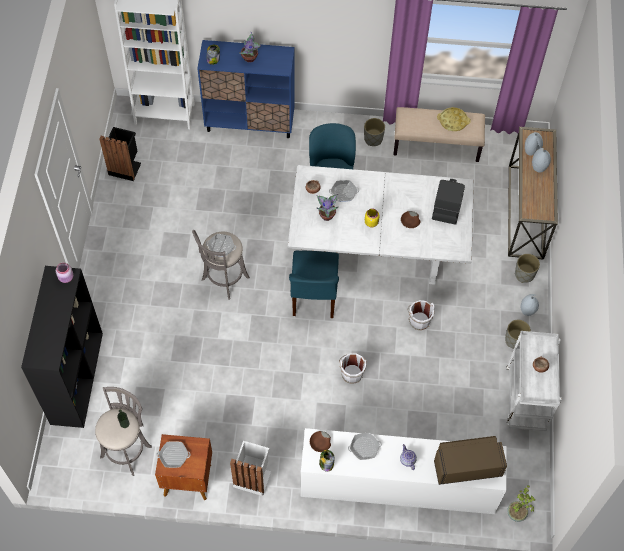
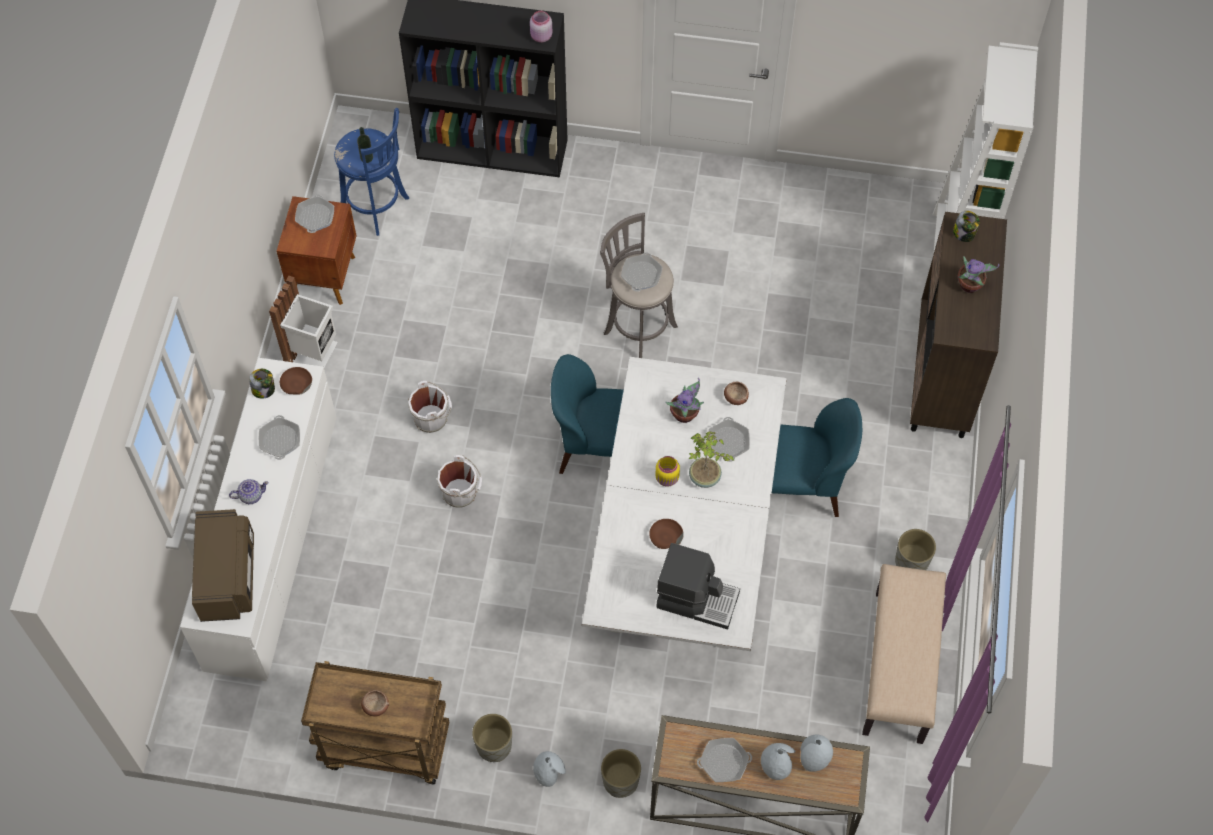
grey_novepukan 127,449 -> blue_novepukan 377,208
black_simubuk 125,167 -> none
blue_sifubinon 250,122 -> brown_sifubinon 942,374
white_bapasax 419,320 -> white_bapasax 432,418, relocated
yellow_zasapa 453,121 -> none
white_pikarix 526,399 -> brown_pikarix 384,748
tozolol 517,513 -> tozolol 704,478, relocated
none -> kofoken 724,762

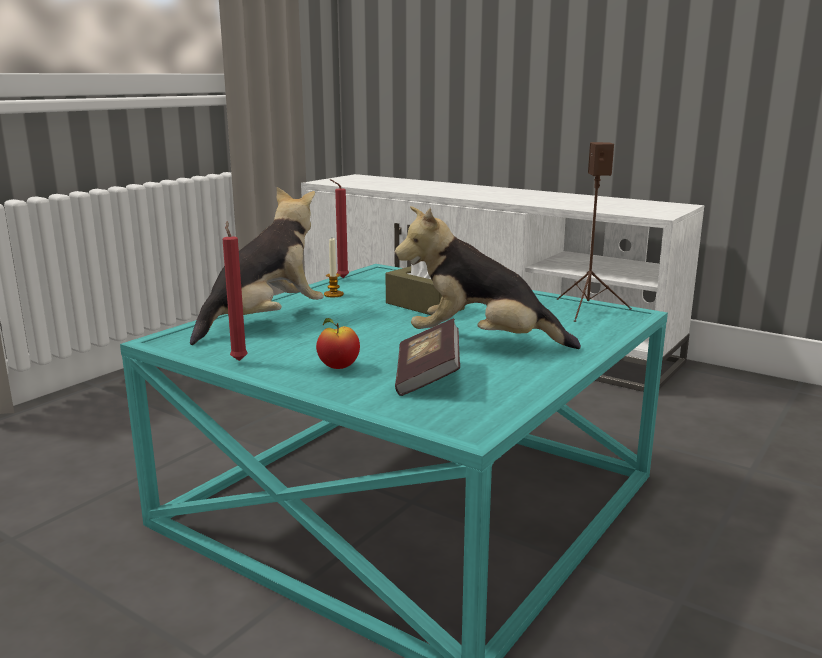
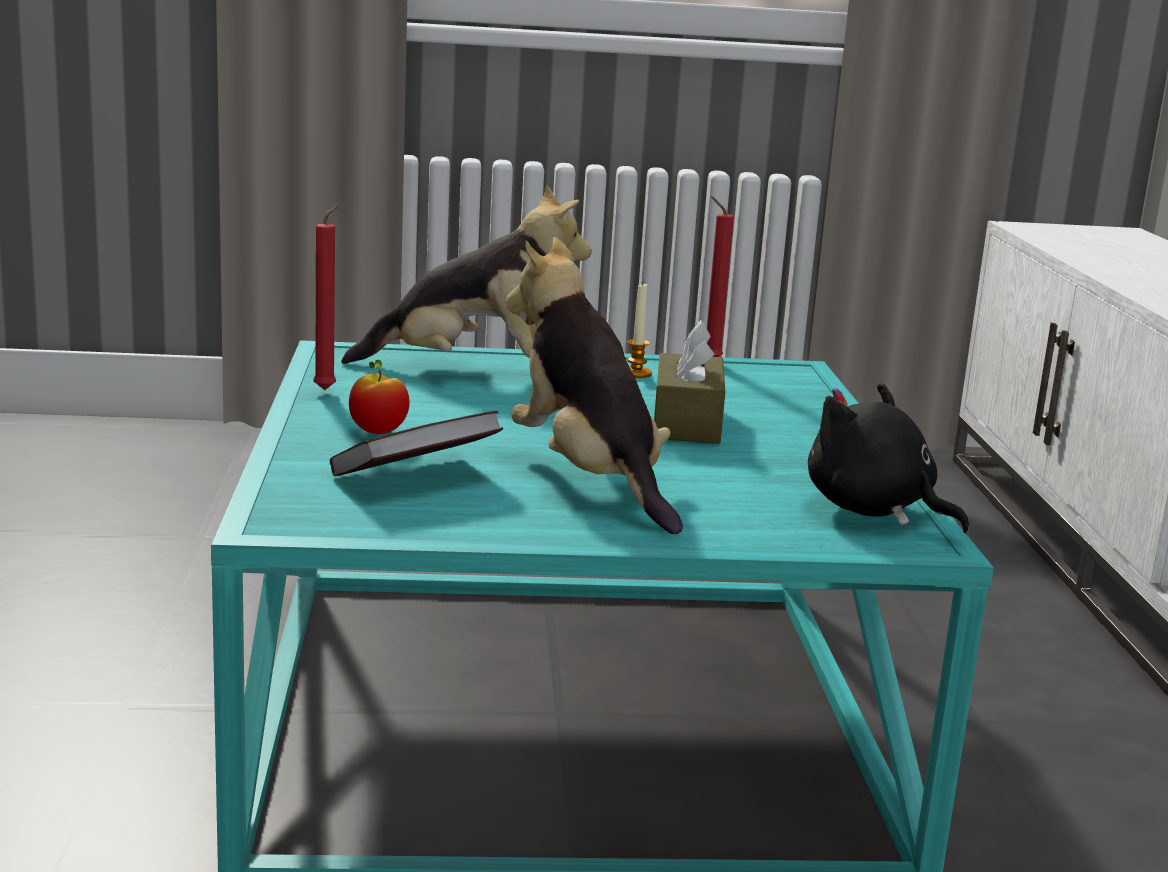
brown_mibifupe 587,310 -> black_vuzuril 873,510

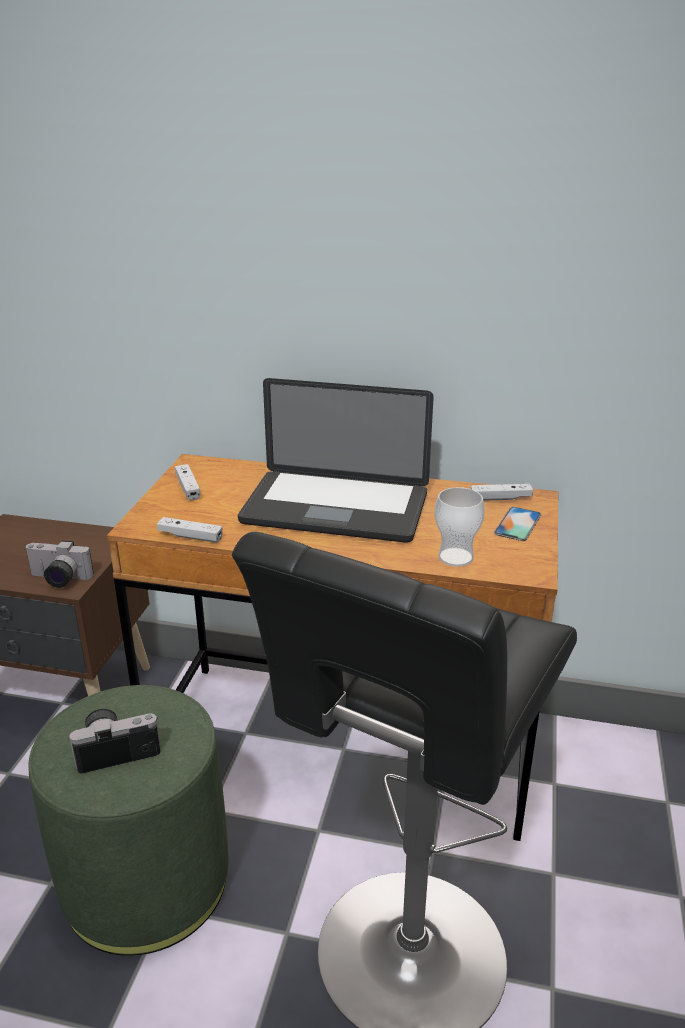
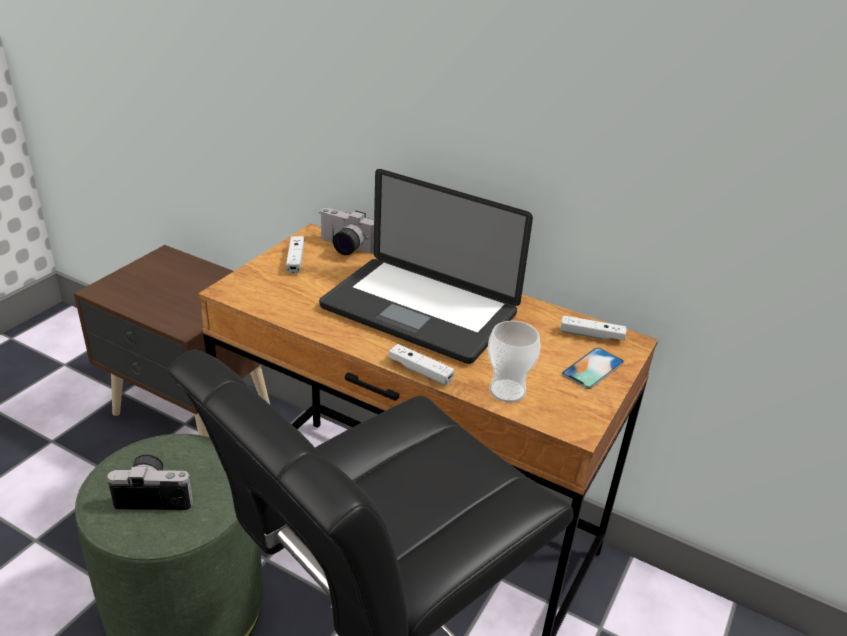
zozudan 58,579 -> zozudan 344,248, relocated
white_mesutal 190,536 -> white_mesutal 420,371, relocated

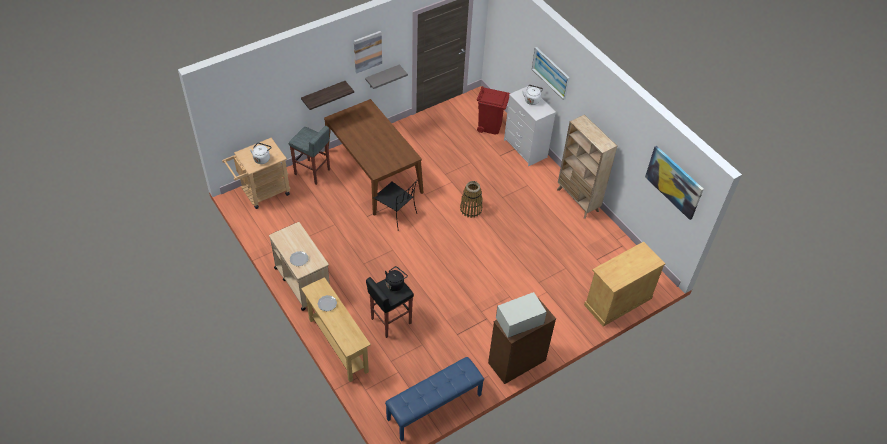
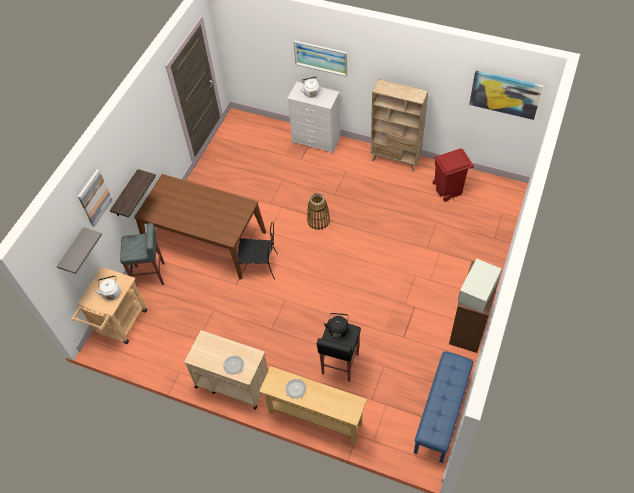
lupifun 367,51 -> lupifun 94,198, relocated
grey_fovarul 382,76 -> grey_fovarul 73,251, relocated
red_simubuk 490,126 -> red_simubuk 448,189, relocated
beige_sifubinon 617,301 -> none

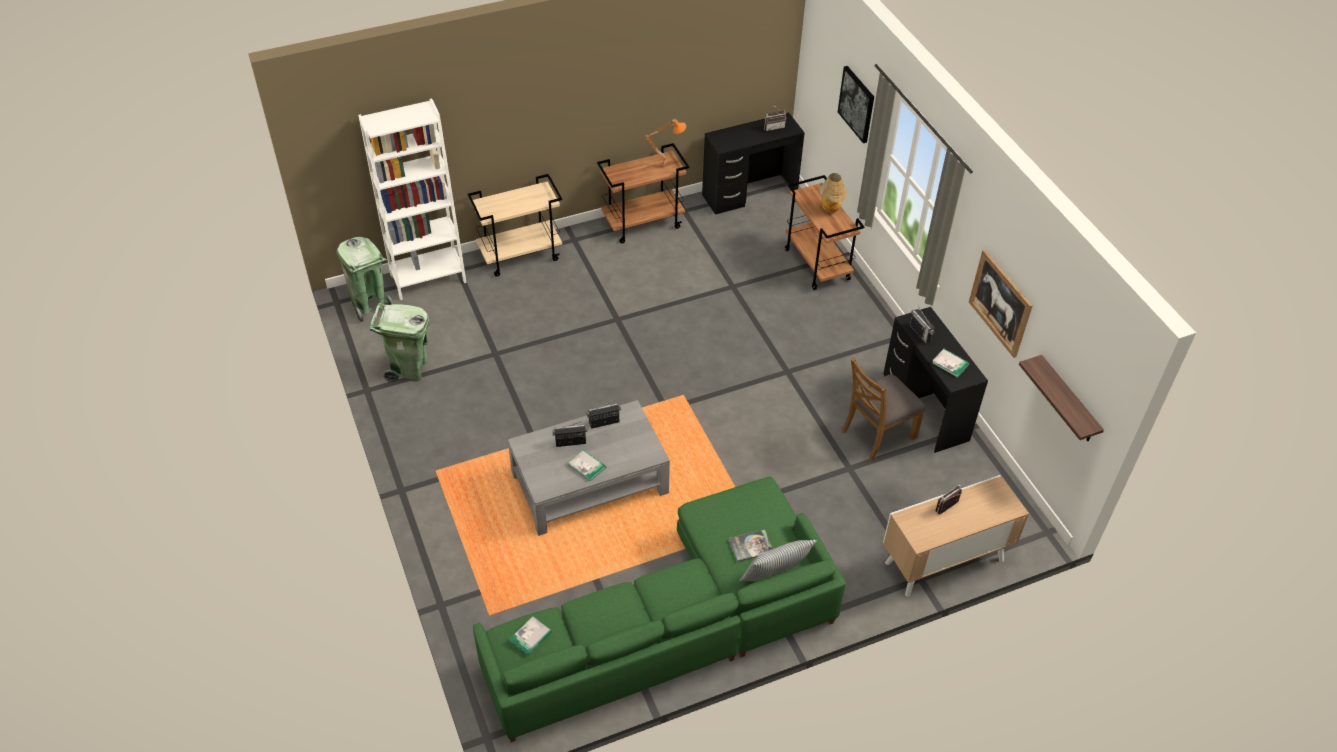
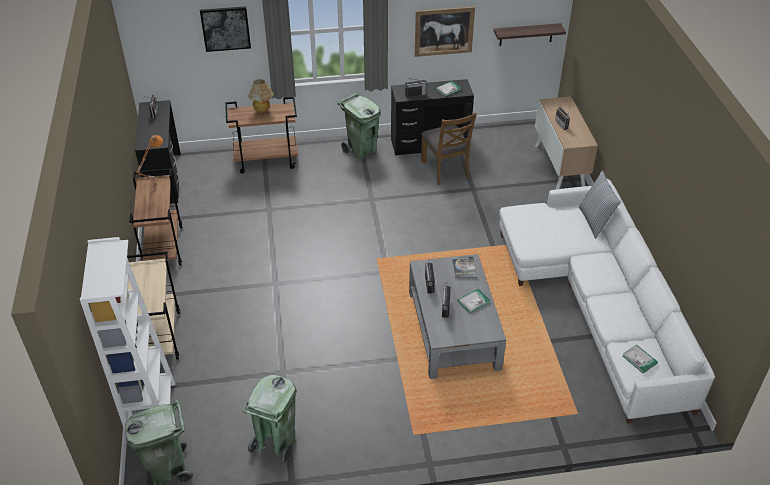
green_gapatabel 675,624 -> white_gapatabel 596,303
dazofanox 751,546 -> dazofanox 464,268, relocated
none -> green_simubuk 361,150

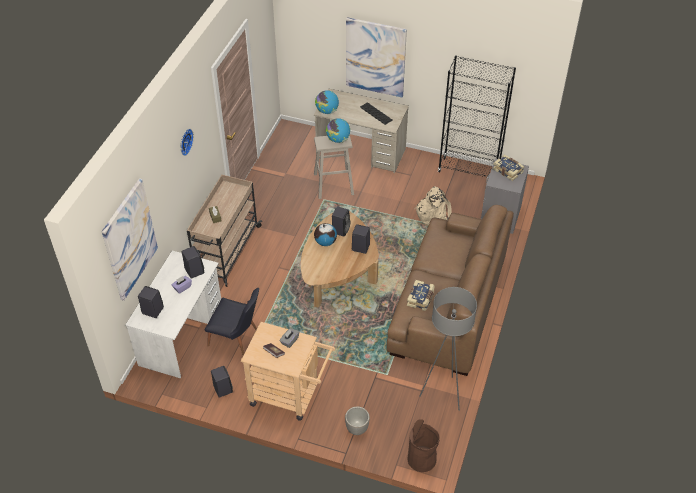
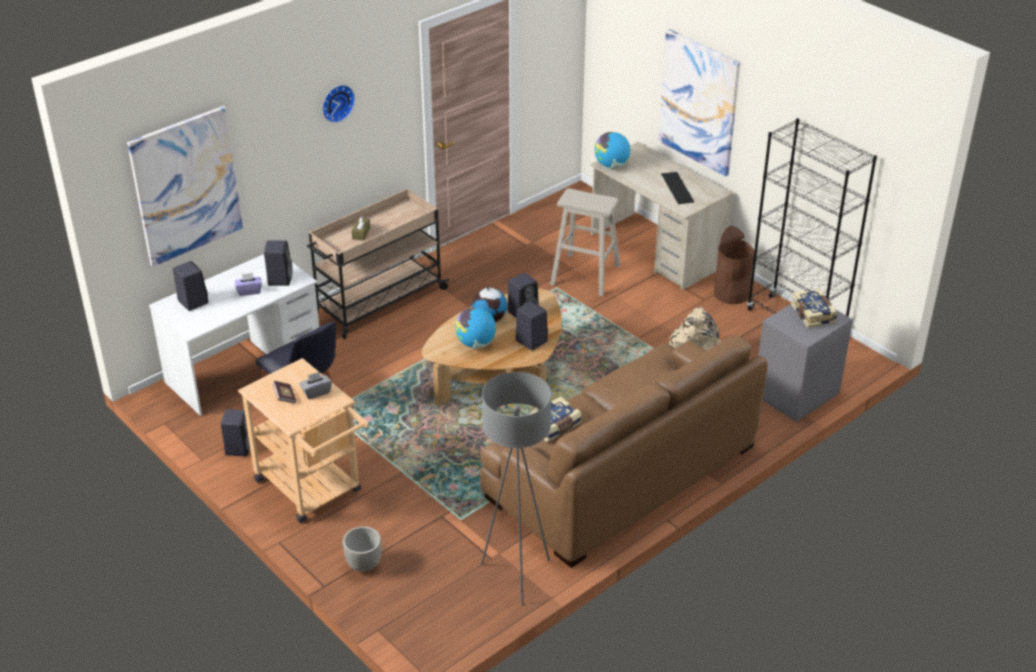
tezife 338,139 -> tezife 475,344, relocated
brown_simubuk 421,459 -> brown_simubuk 731,293, relocated

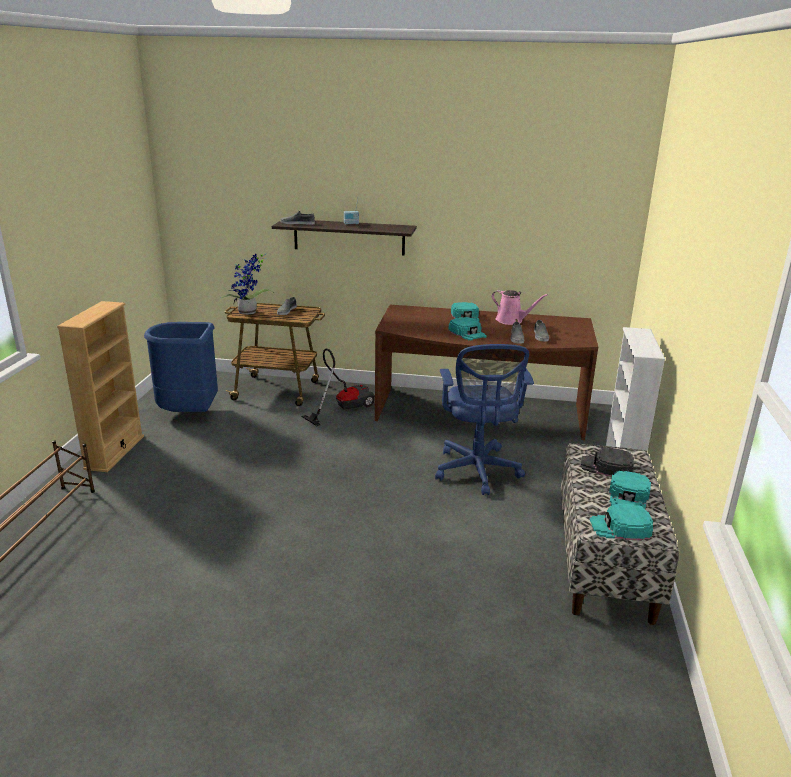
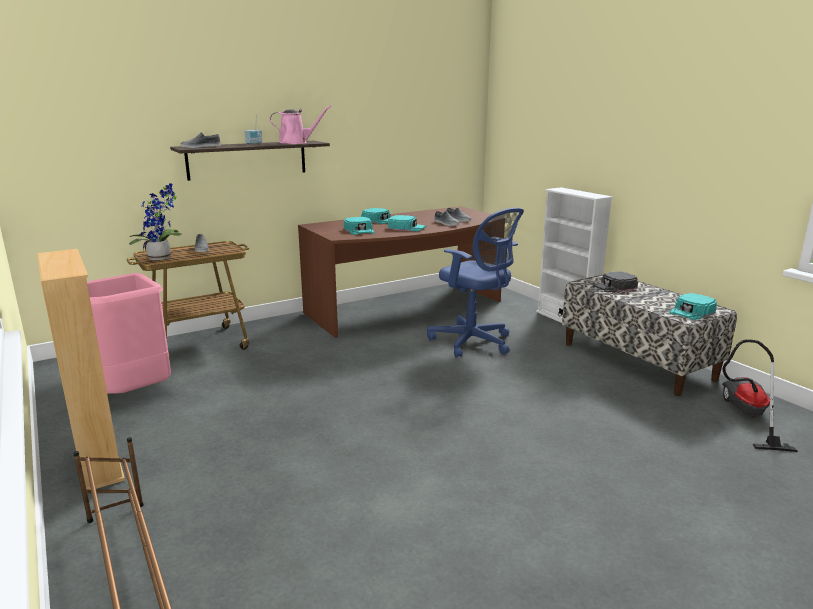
blue_simubuk 189,414 -> pink_simubuk 132,393
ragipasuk 343,408 -> ragipasuk 746,416, relocated
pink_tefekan 511,321 -> pink_tefekan 296,142, relocated
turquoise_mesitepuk 628,496 -> turquoise_mesitepuk 359,230, relocated

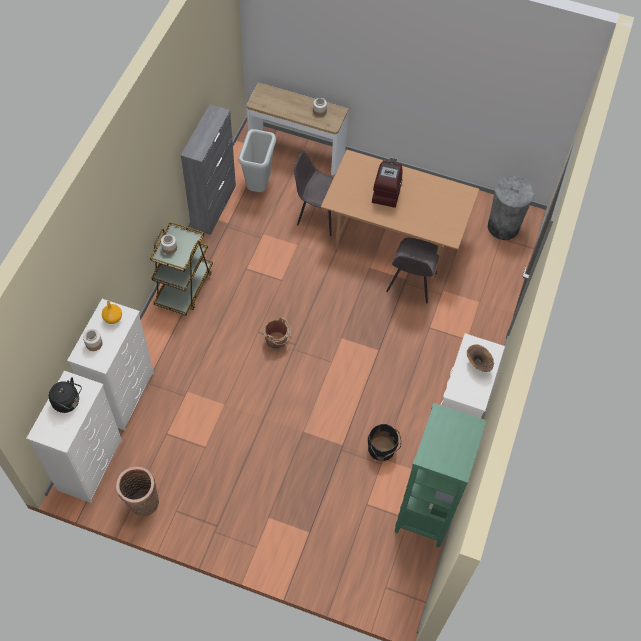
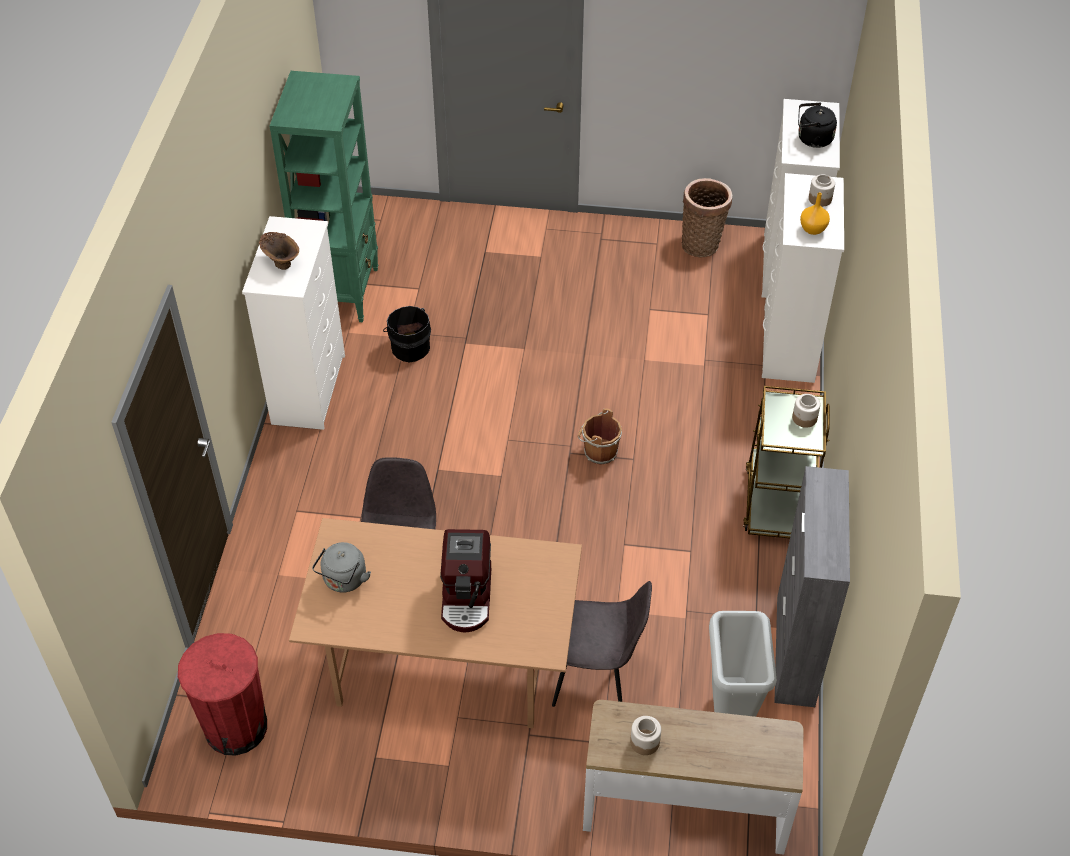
grey_simubuk 503,227 -> red_simubuk 235,727
none -> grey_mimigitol 344,581

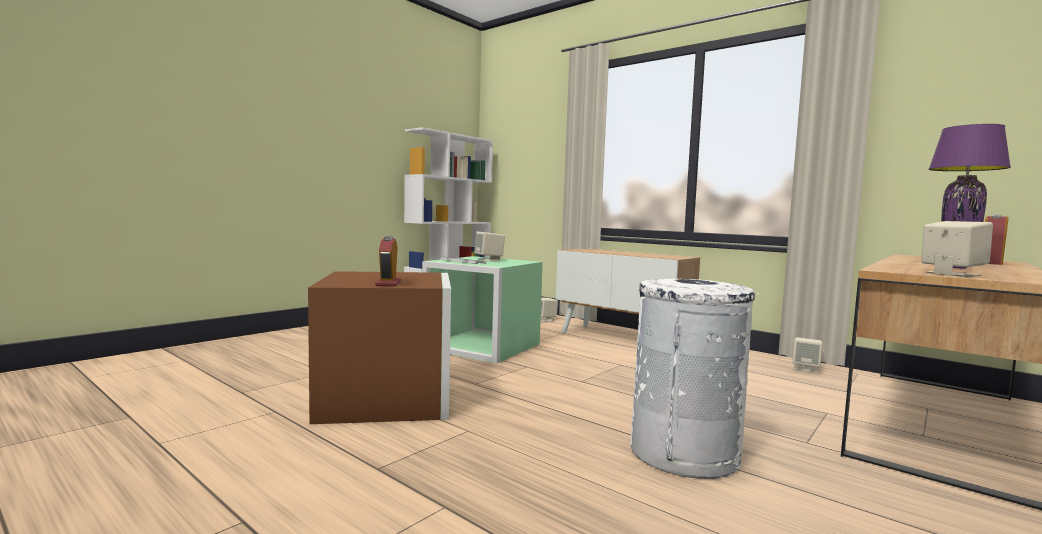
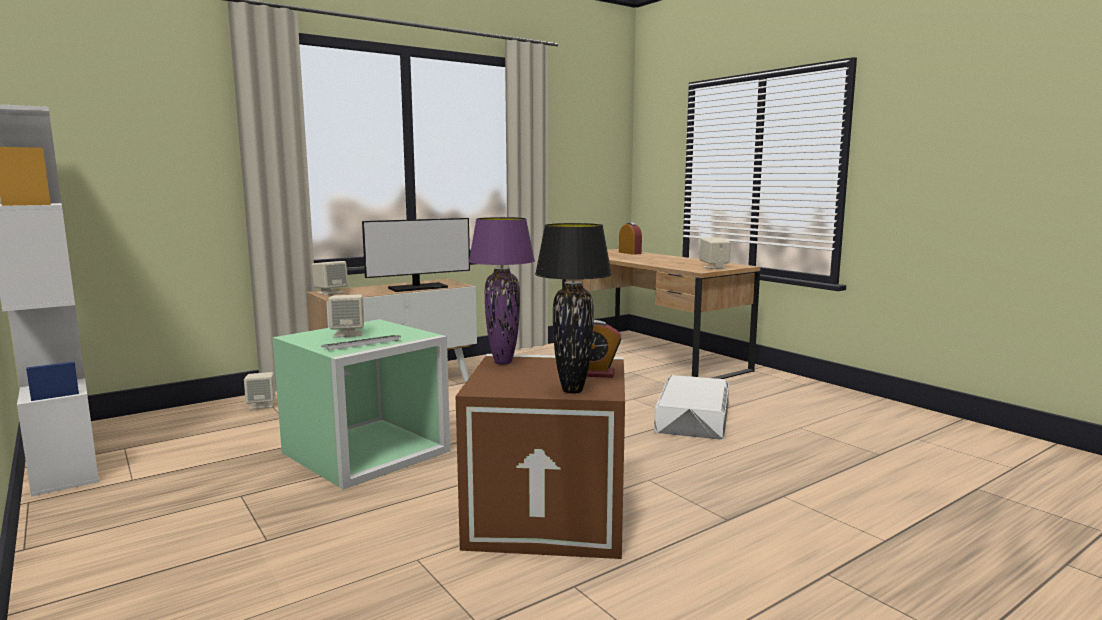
white_simubuk 684,453 -> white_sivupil 693,418
beige_mibifupe 806,369 -> beige_mibifupe 331,292, relocated
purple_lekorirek 957,267 -> purple_lekorirek 503,362, relocated
none -> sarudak 418,288
none -> black_lekorirek 573,391

